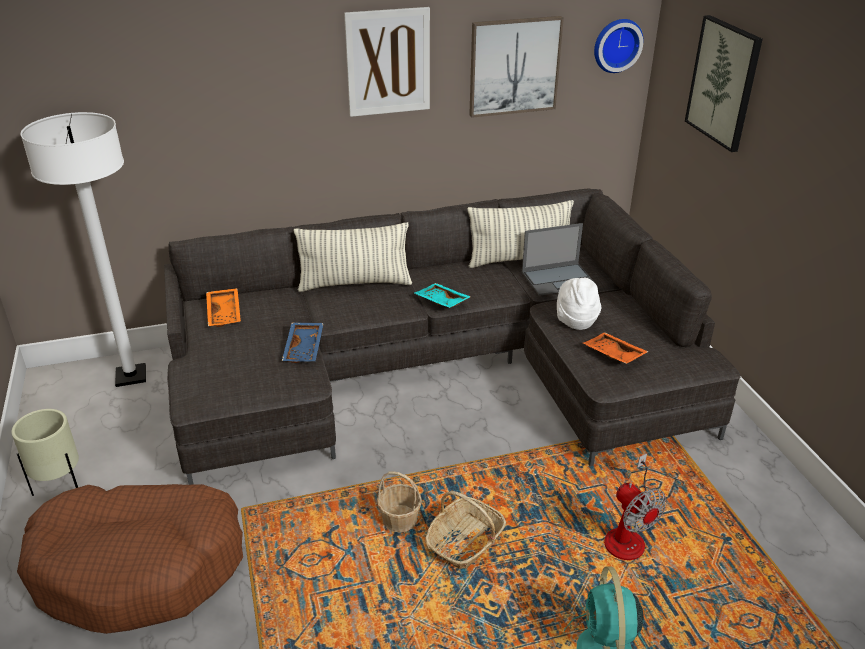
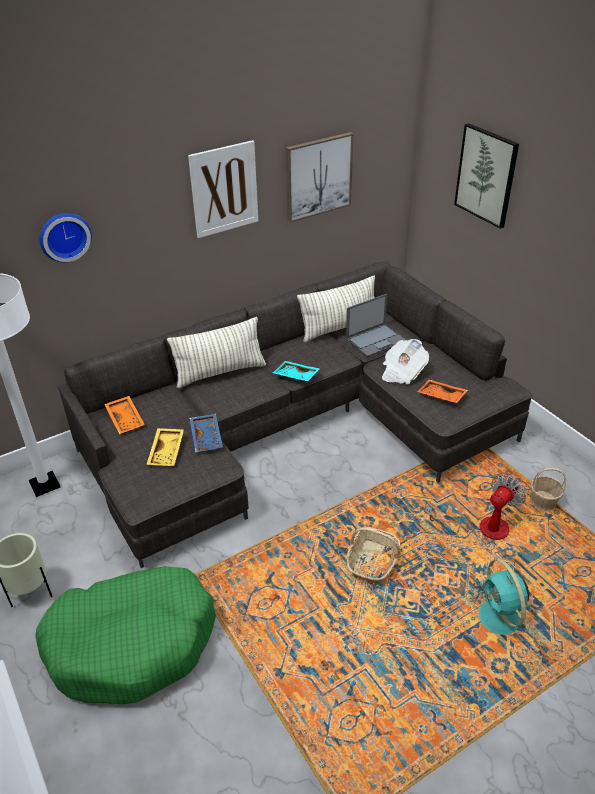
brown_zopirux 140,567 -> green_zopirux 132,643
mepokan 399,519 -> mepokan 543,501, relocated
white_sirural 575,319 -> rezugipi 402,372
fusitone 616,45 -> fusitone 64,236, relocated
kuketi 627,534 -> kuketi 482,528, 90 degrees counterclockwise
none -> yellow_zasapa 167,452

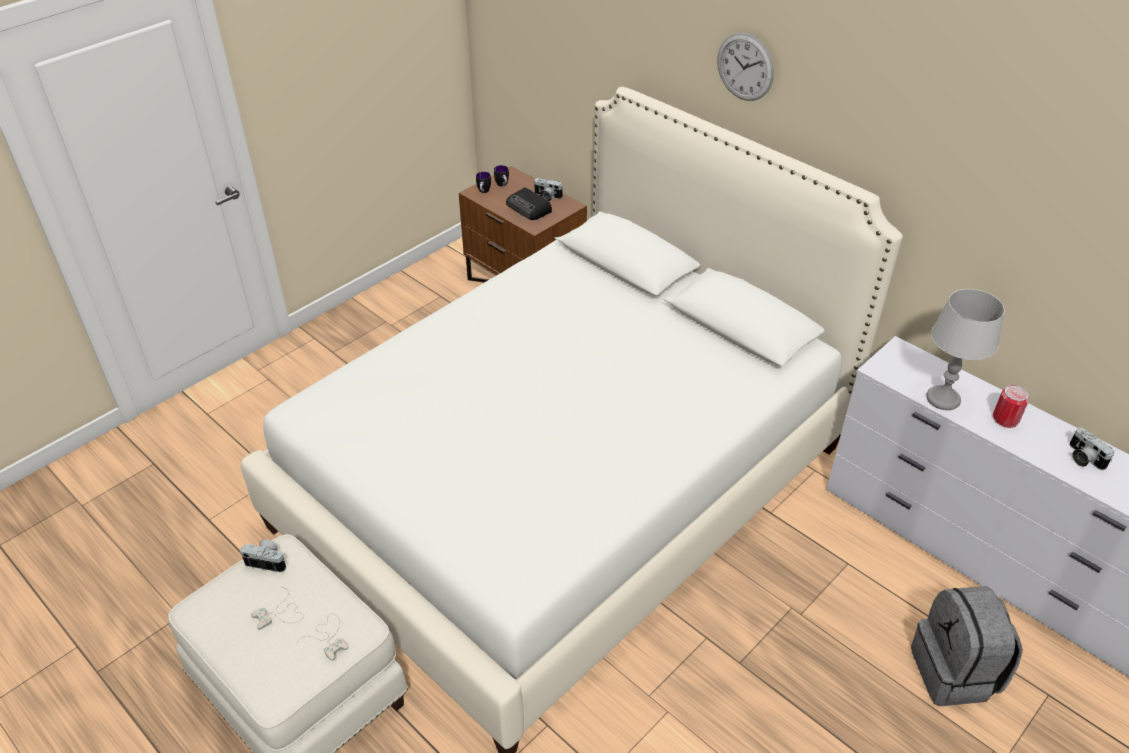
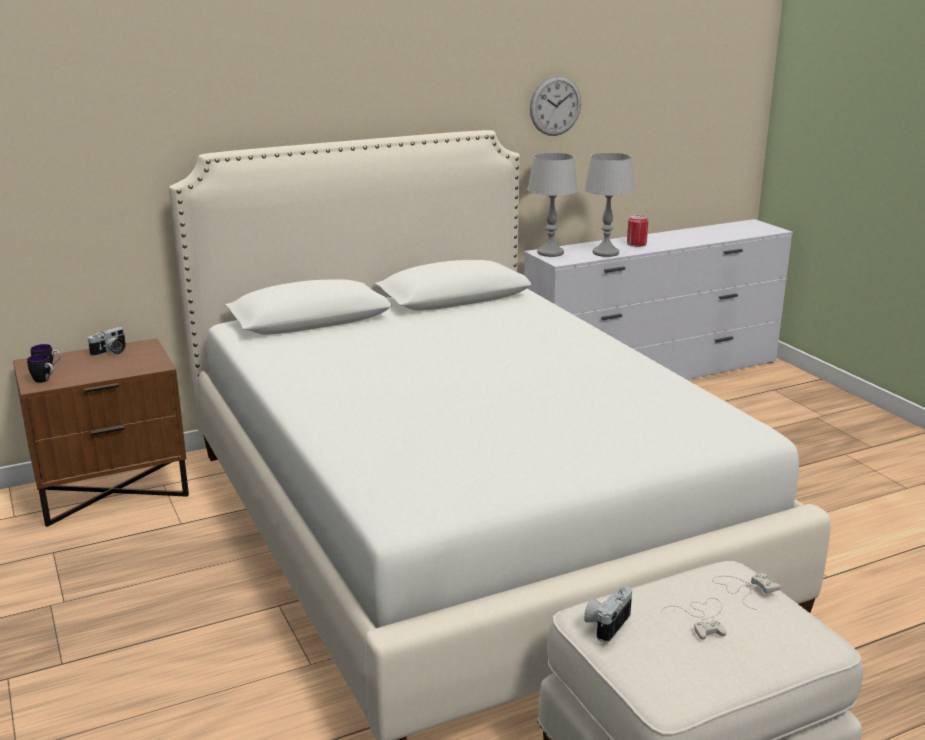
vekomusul 529,208 -> none
fusitone 745,67 -> fusitone 555,105, relocated
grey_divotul 955,673 -> none
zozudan 1083,458 -> none
none -> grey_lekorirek 550,253

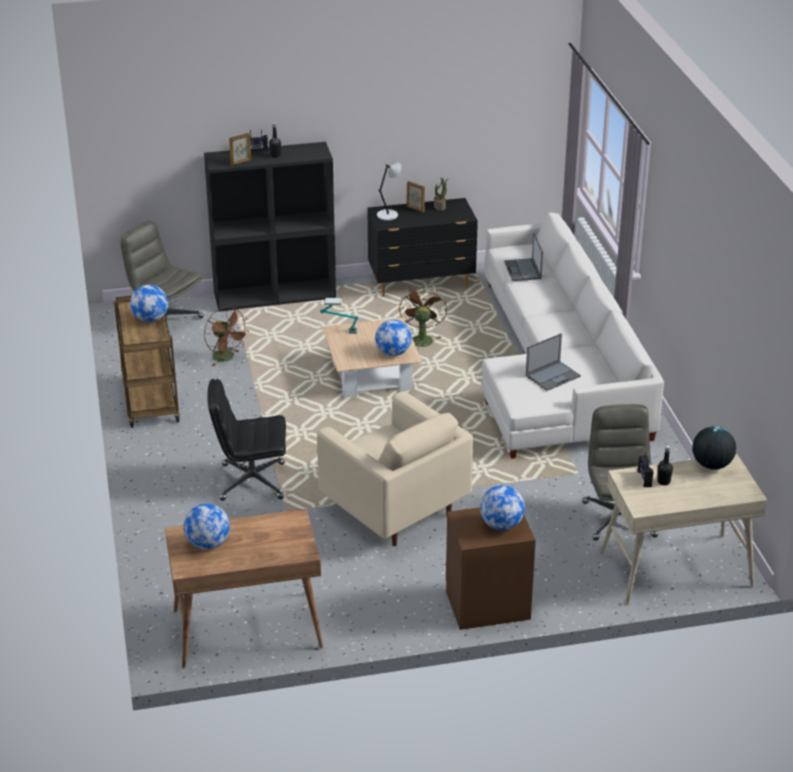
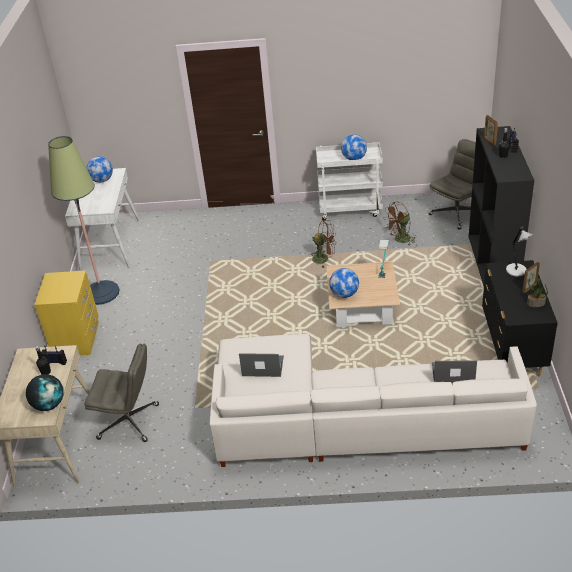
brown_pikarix 149,401 -> white_pikarix 350,209
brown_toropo 246,630 -> white_toropo 110,244
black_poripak 251,482 -> none
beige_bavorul 393,510 -> none
brown_kuketi 421,338 -> brown_kuketi 324,259, relocated
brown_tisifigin 487,604 -> yellow_tisifigin 77,339
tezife 501,525 -> none
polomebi 553,376 -> polomebi 262,366, 120 degrees clockwise
none -> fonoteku 101,293

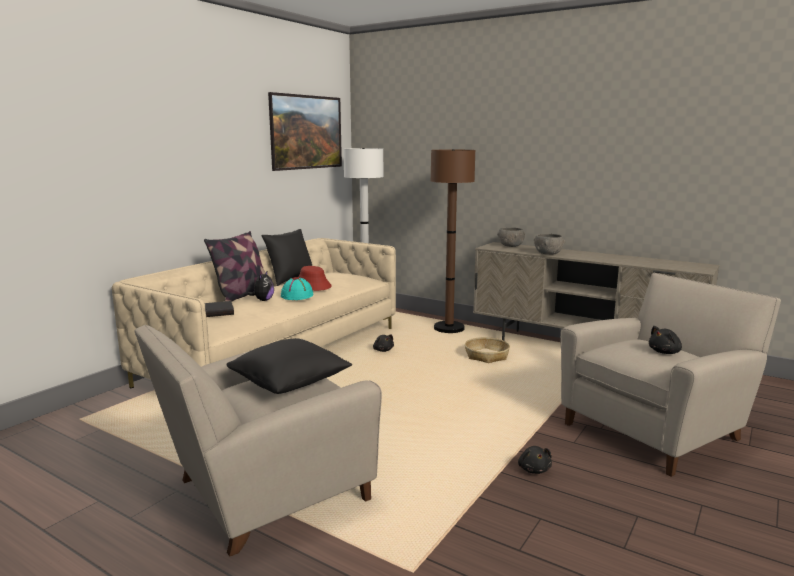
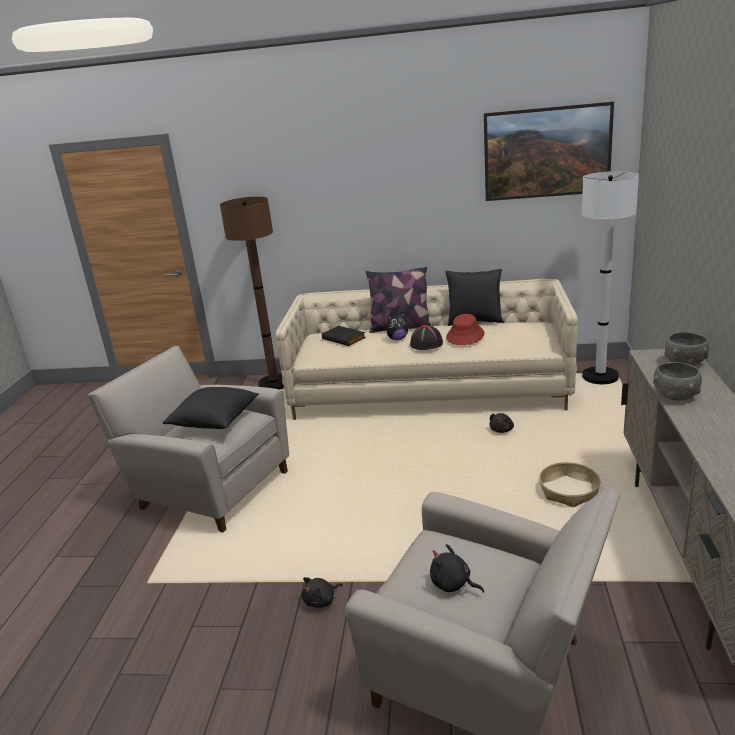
turquoise_sirural 297,295 -> black_sirural 426,343
brown_fonoteku 449,329 -> brown_fonoteku 274,384, relocated

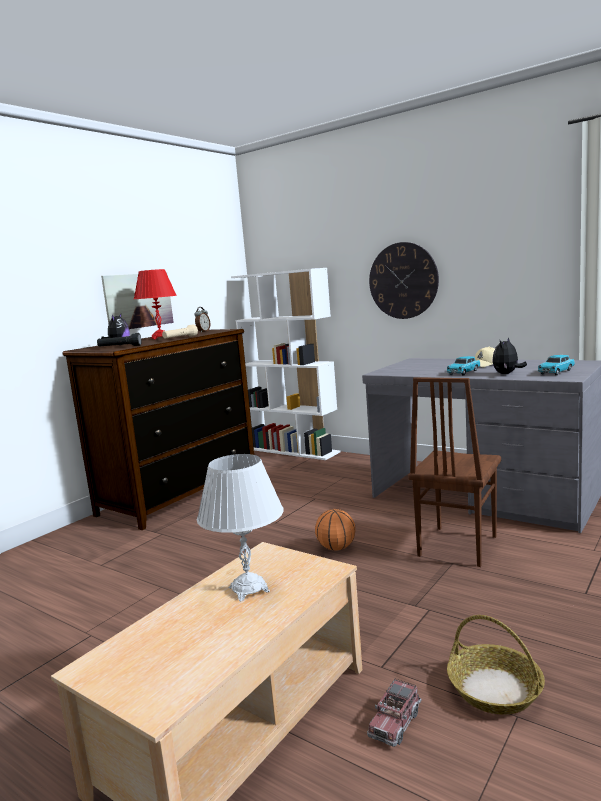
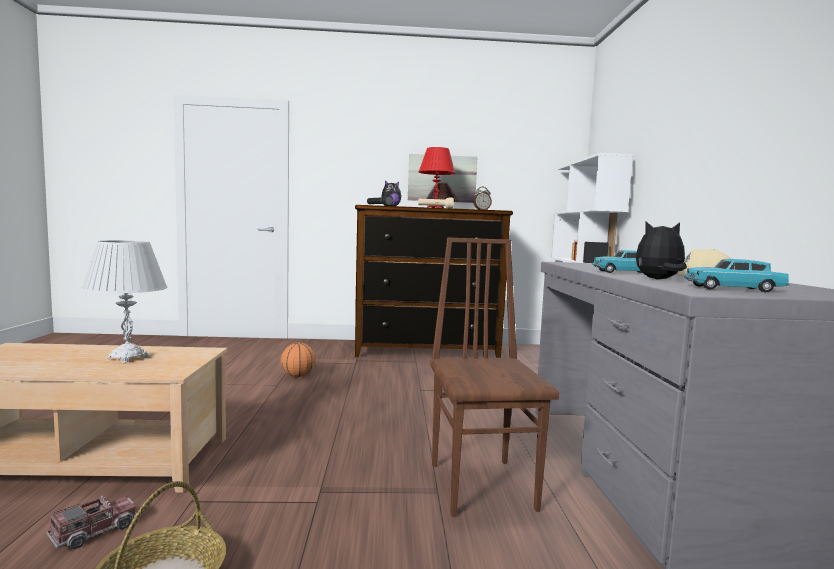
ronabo 336,548 -> ronabo 298,376, relocated
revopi 395,723 -> revopi 94,531, 135 degrees clockwise
fusitone 403,281 -> none
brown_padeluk 456,546 -> brown_padeluk 483,485, 90 degrees clockwise

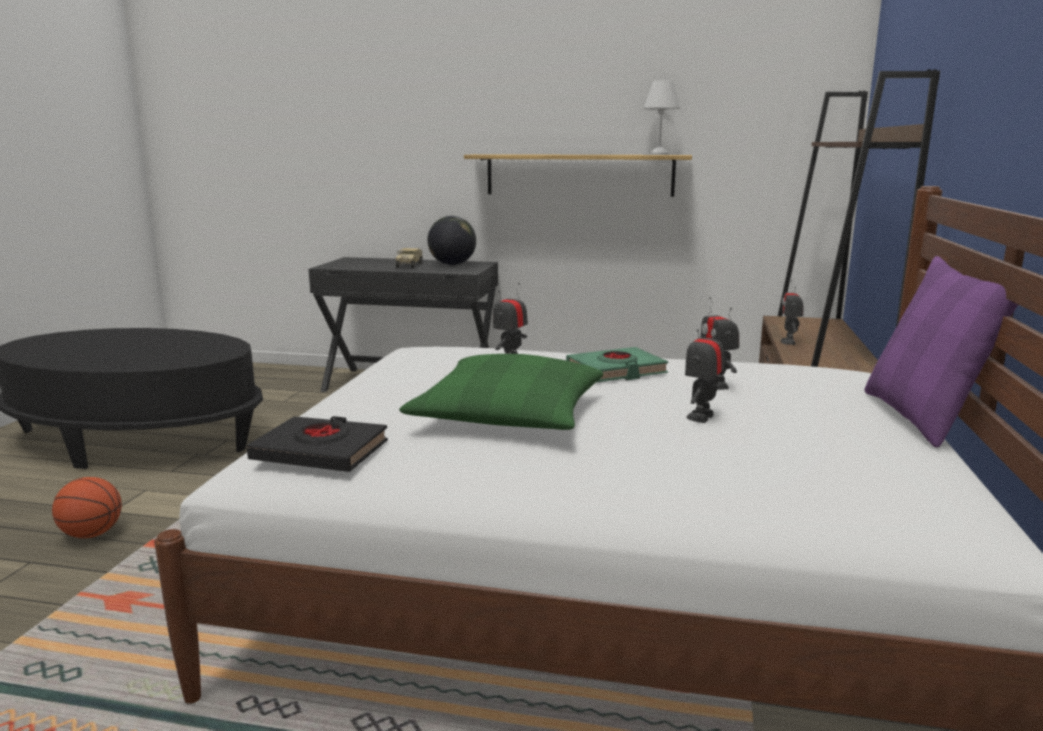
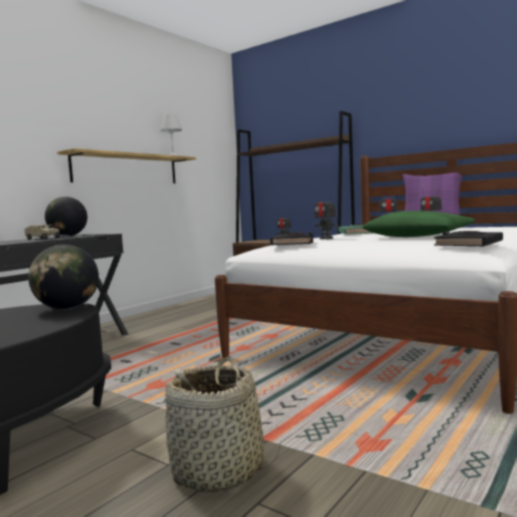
ronabo 92,534 -> mepokan 218,471
none -> tezife 67,308
none -> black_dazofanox 293,243

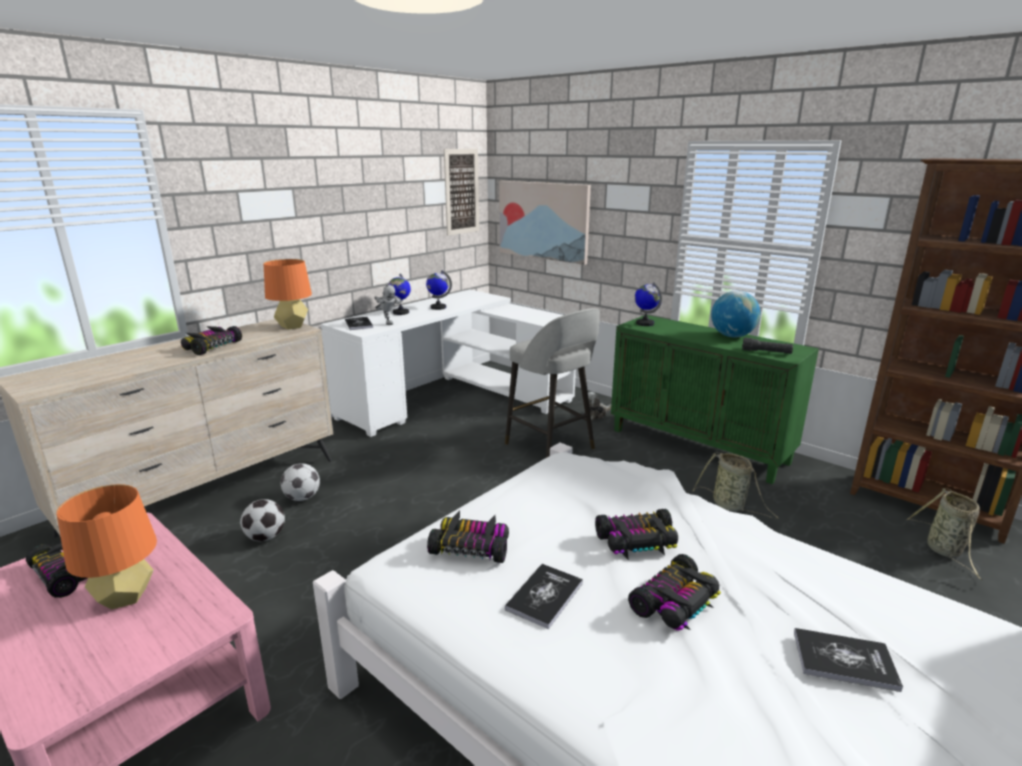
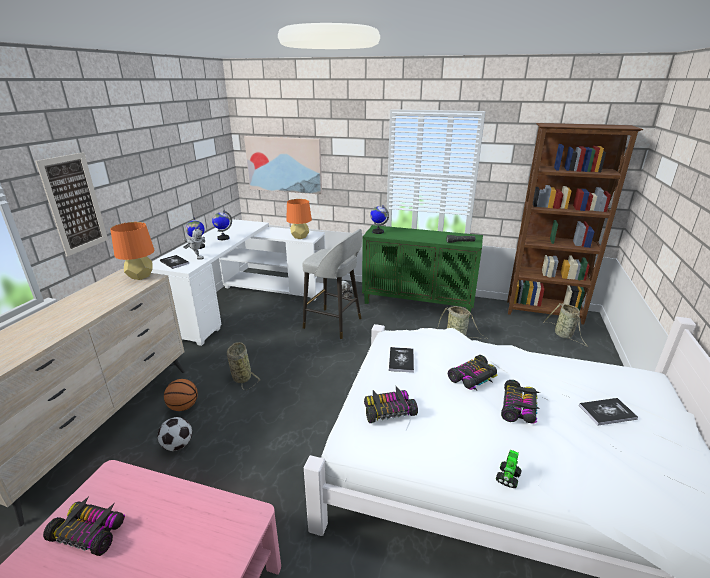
orange_lekorirek 125,597 -> orange_lekorirek 300,237, relocated
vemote 211,347 -> none
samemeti 302,498 -> ronabo 183,406
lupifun 461,192 -> lupifun 74,204, relocated
dazofanox 544,596 -> dazofanox 401,360, relocated
tezife 732,336 -> none
none -> mepokan 241,376
none -> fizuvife 507,477

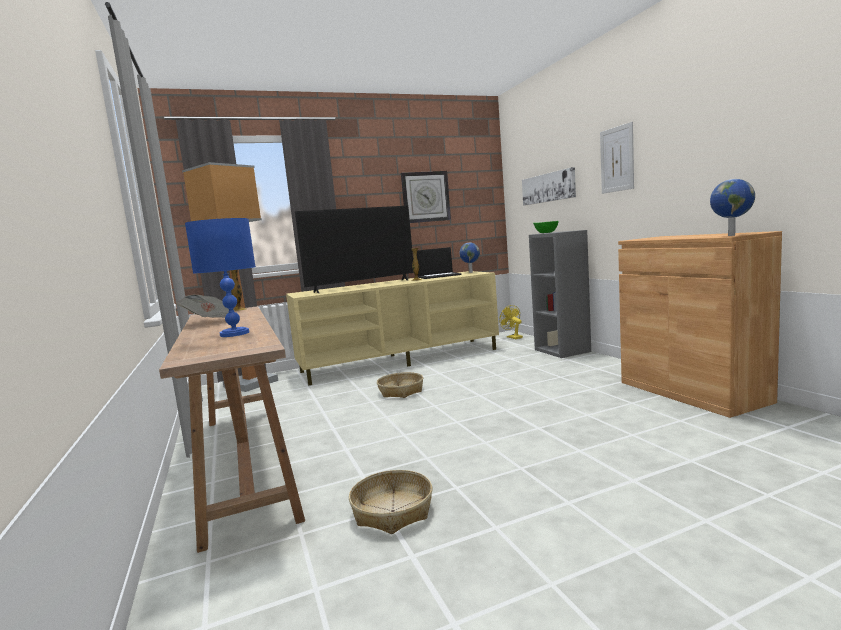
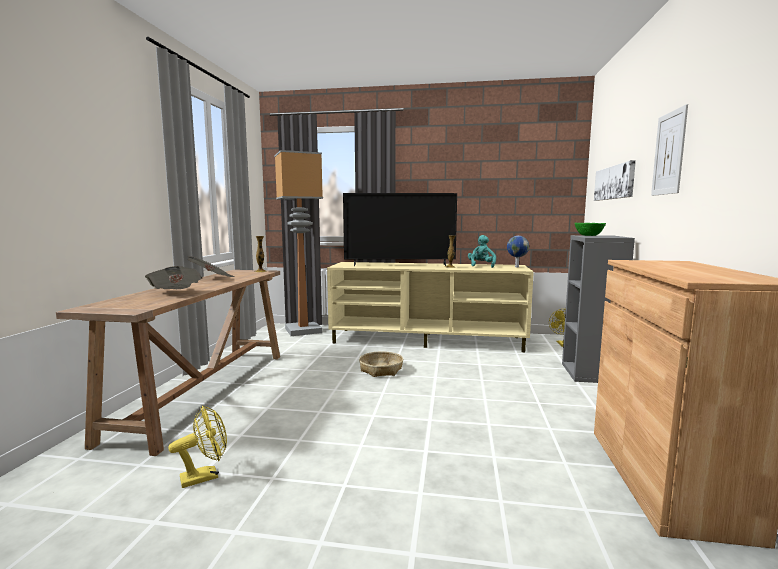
blue_lekorirek 234,334 -> rezugipi 176,293
mepokan 392,511 -> yellow_kuketi 205,476
fusitone 425,197 -> none
polomebi 439,276 -> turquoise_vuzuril 481,266
tezife 730,235 -> none

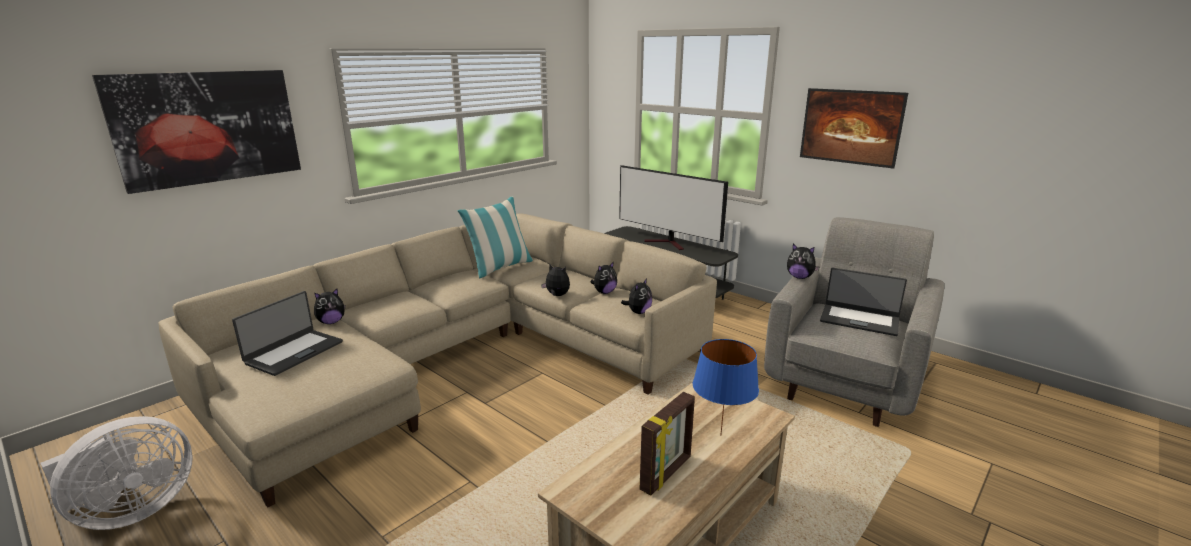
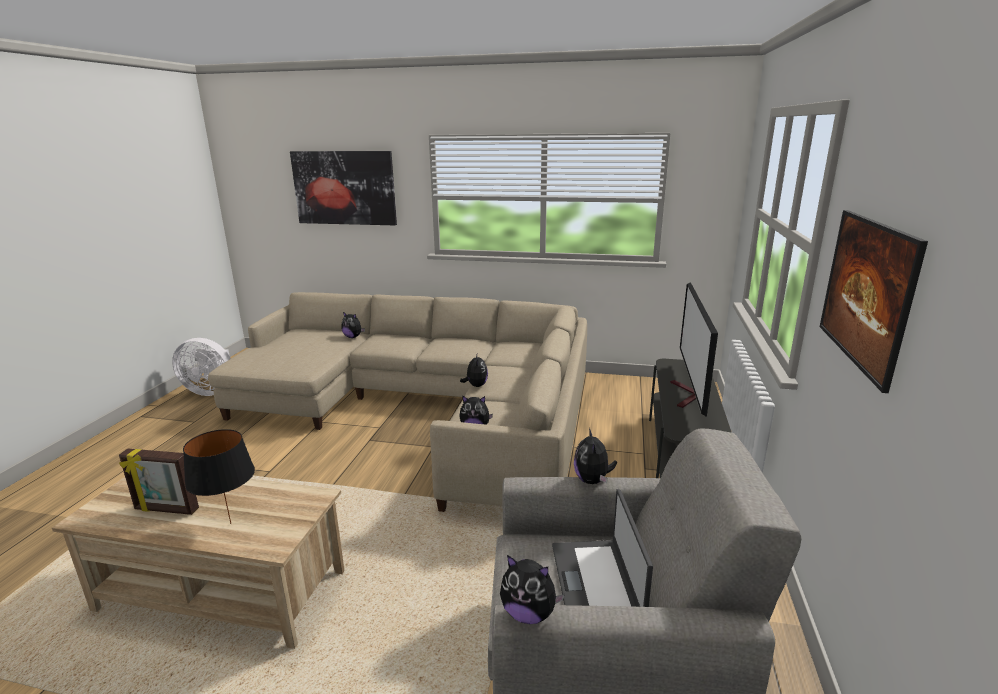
polomebi 293,352 -> none
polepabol 500,268 -> none
vuzuril 604,292 -> vuzuril 529,613, relocated
blue_lekorirek 720,435 -> black_lekorirek 231,523

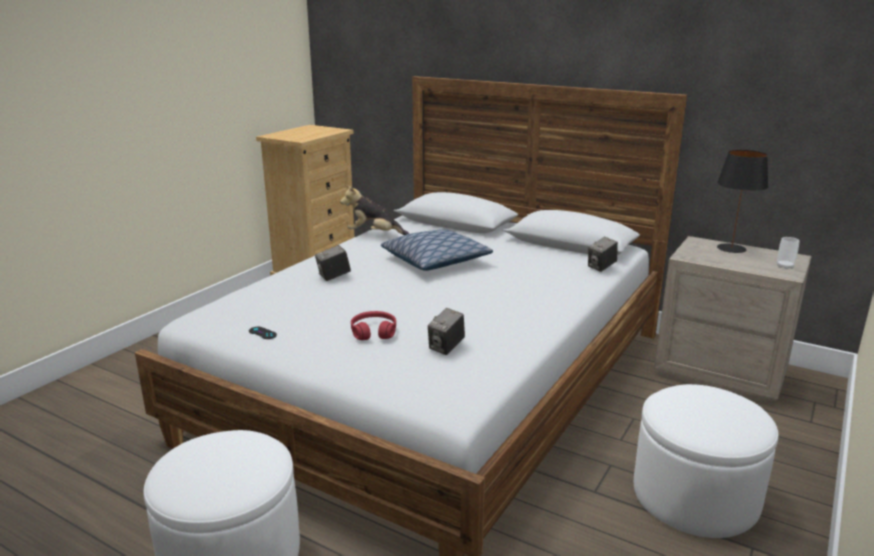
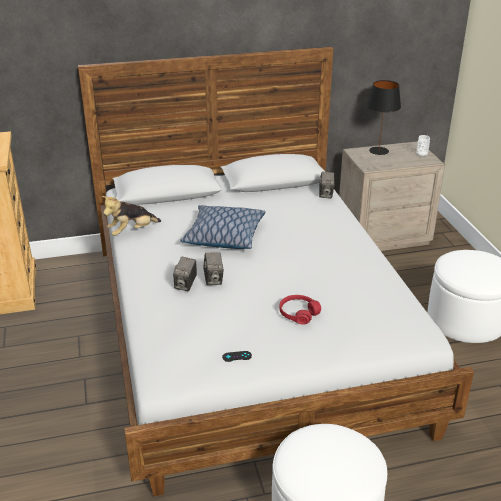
zozudan 446,347 -> zozudan 213,279, relocated

